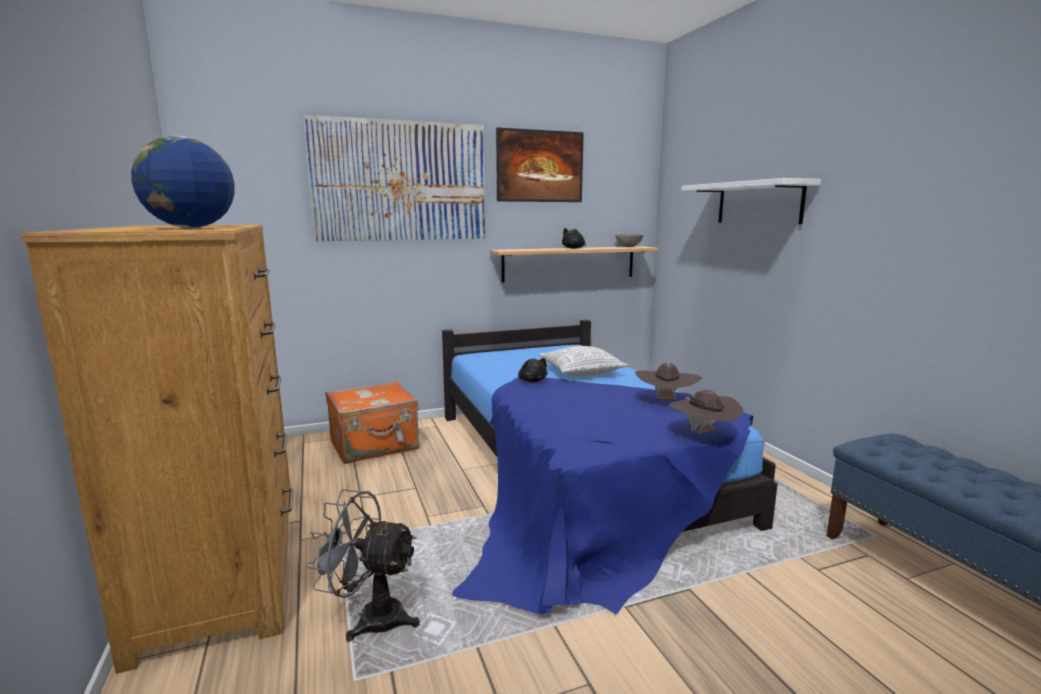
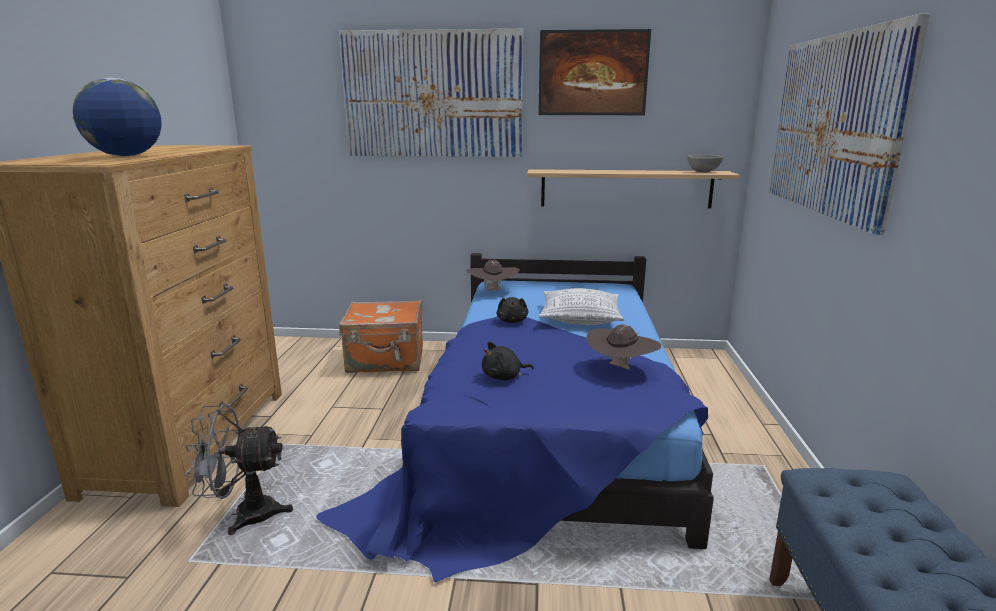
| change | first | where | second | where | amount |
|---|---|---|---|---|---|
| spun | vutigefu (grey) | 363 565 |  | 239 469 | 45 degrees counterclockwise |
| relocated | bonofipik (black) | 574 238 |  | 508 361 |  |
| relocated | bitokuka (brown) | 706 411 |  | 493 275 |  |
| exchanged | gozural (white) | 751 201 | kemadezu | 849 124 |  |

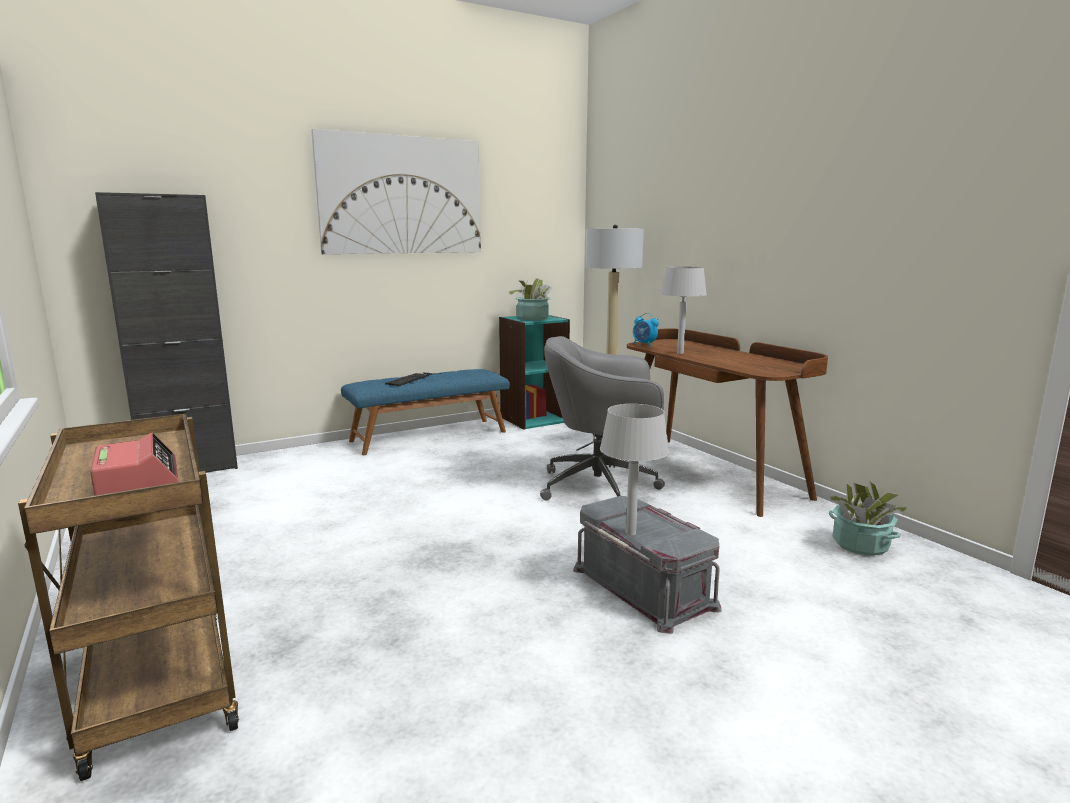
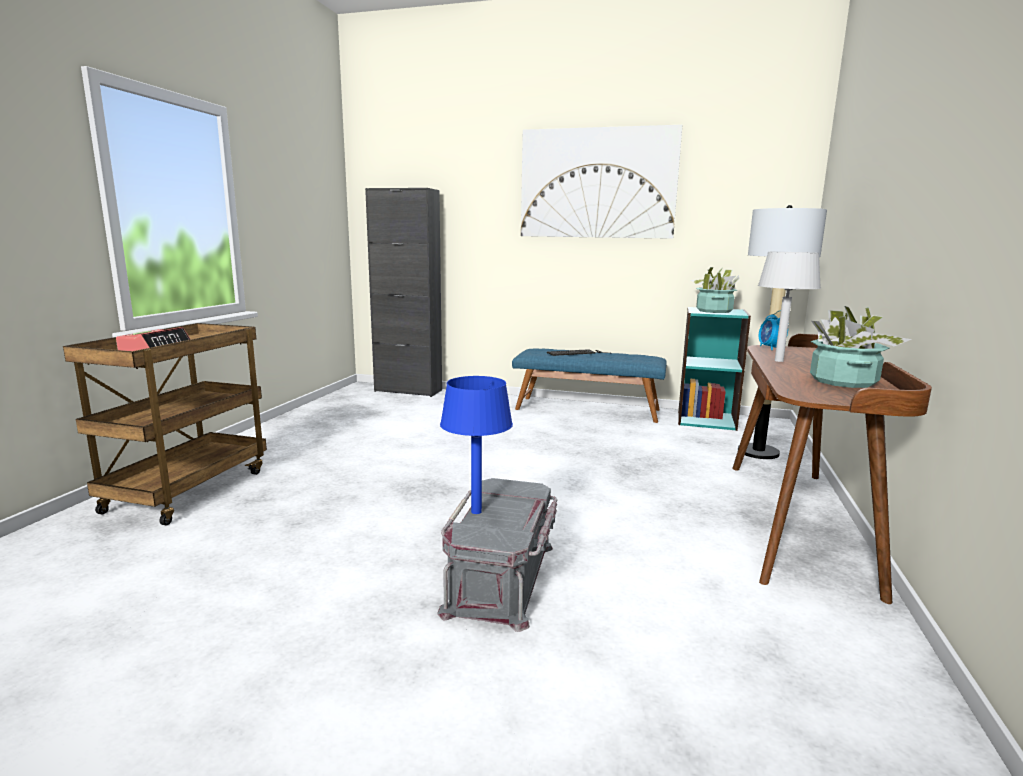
| change | first | where | second | where | amount |
|---|---|---|---|---|---|
| missing | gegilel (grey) | 602 418 |  |  |  |
| colour | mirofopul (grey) | 634 469 | mirofopul (blue) | 476 445 |  |
| relocated | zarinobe | 870 518 |  | 861 347 |  |

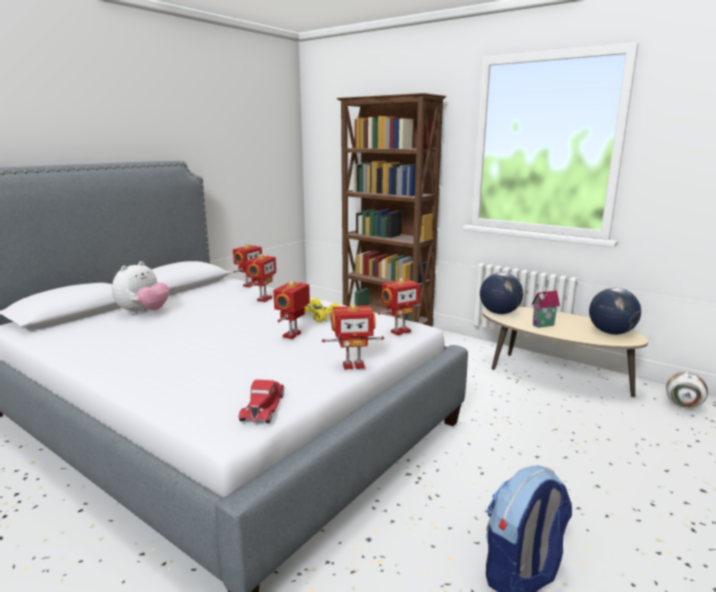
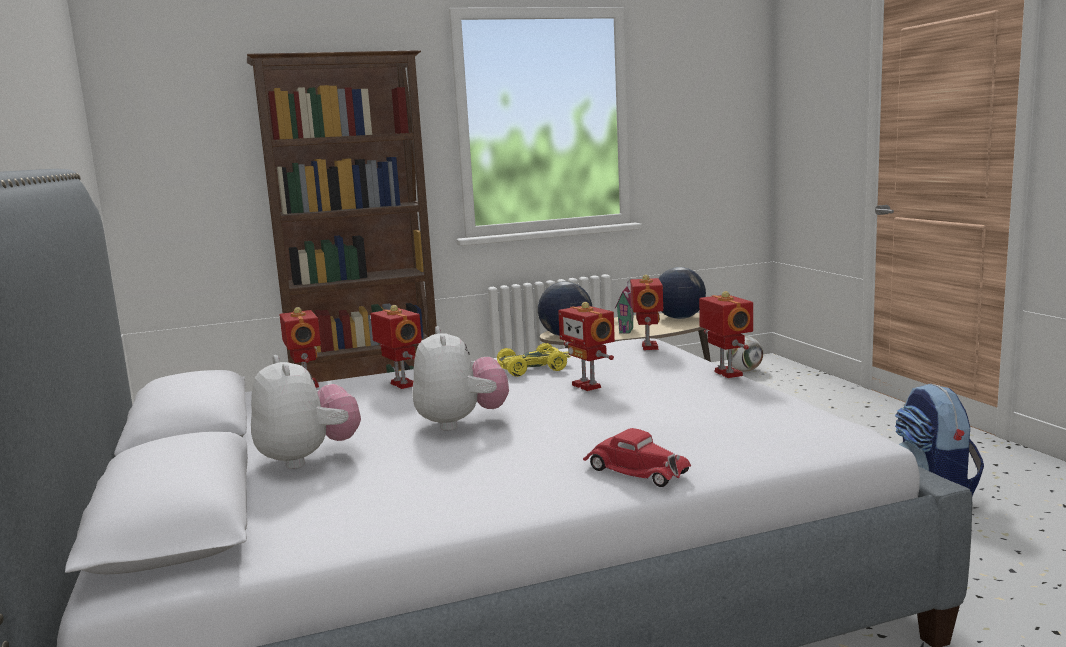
| change | first | where | second | where | amount |
|---|---|---|---|---|---|
| relocated | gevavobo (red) | 261 401 |  | 637 457 |  |
| spun | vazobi | 353 336 |  | 726 334 | 45 degrees counterclockwise |
| appeared |  |  | bonofipik | 460 378 |  |

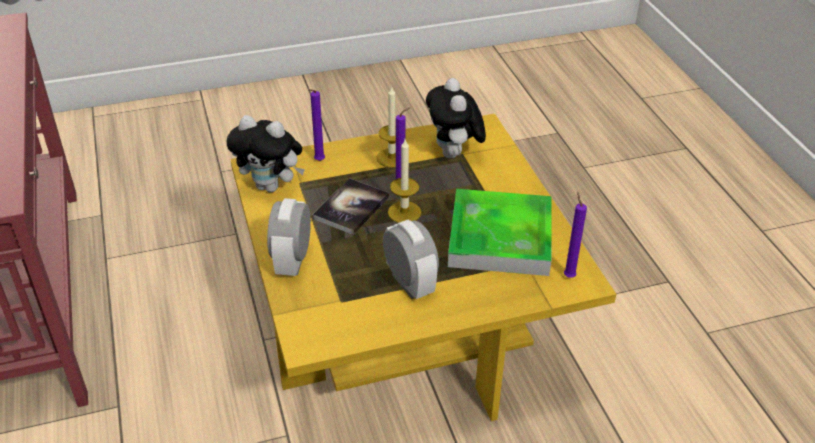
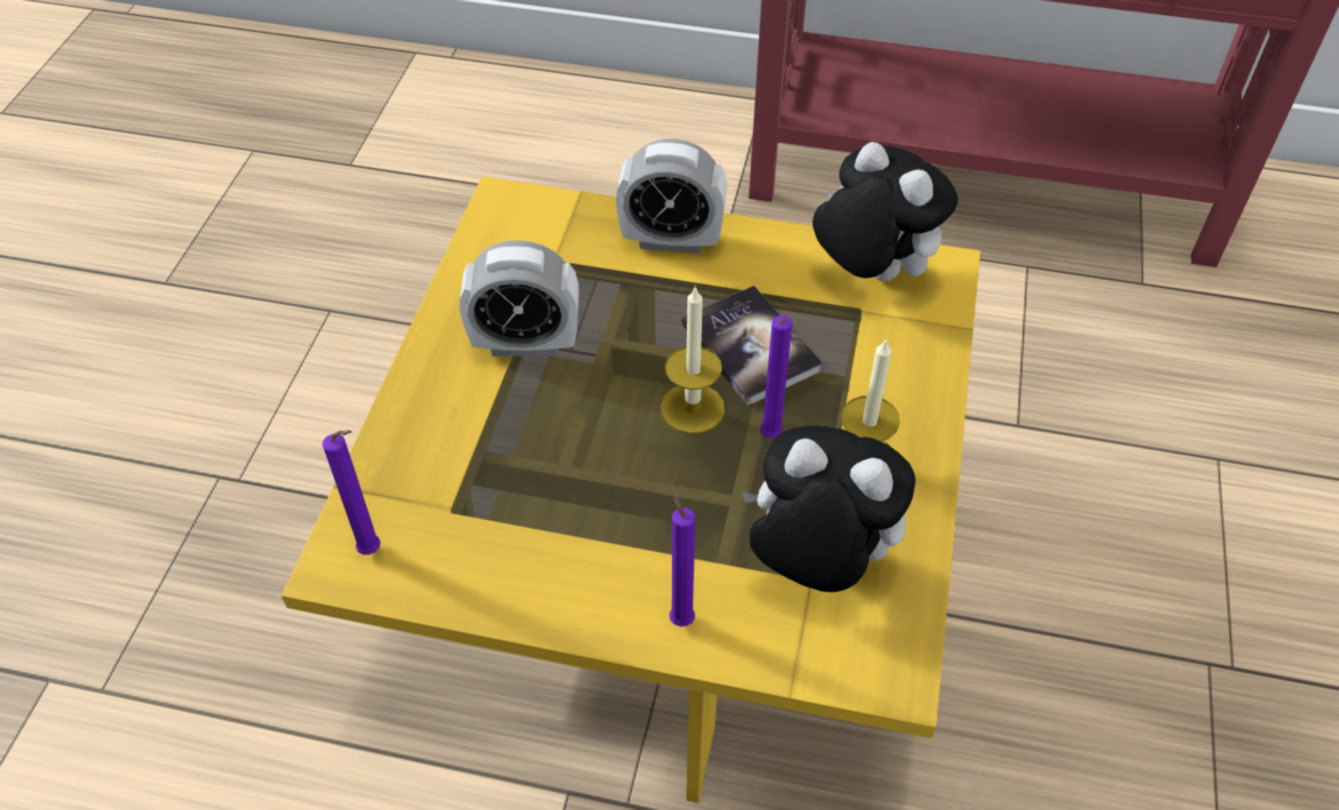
| change | first | where | second | where | amount |
|---|---|---|---|---|---|
| spun | bonofipik | 266 153 |  | 885 211 | 90 degrees clockwise |
| spun | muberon | 289 237 |  | 671 196 | 150 degrees clockwise |
| relocated | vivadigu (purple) | 316 125 |  | 682 556 |  |
| missing | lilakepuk | 500 232 |  |  |  |

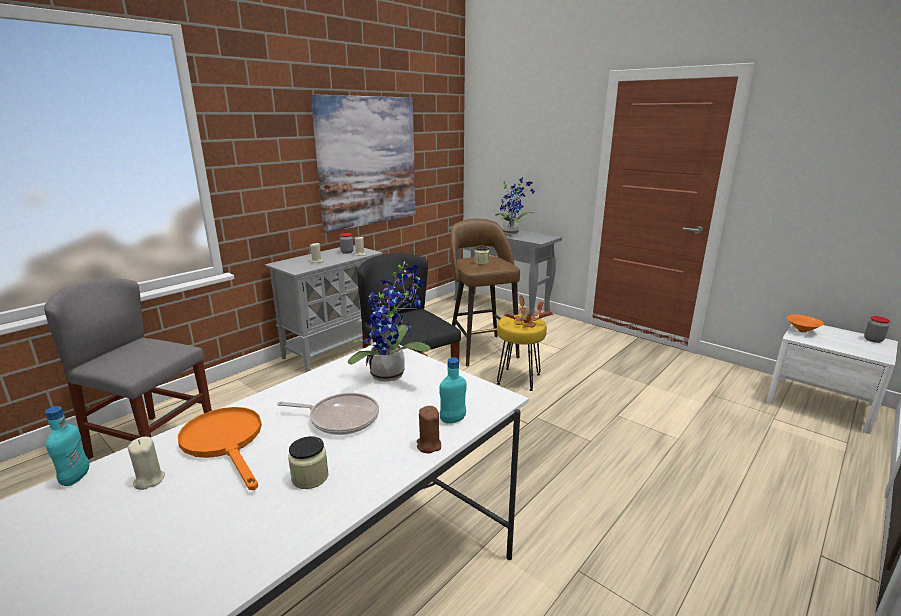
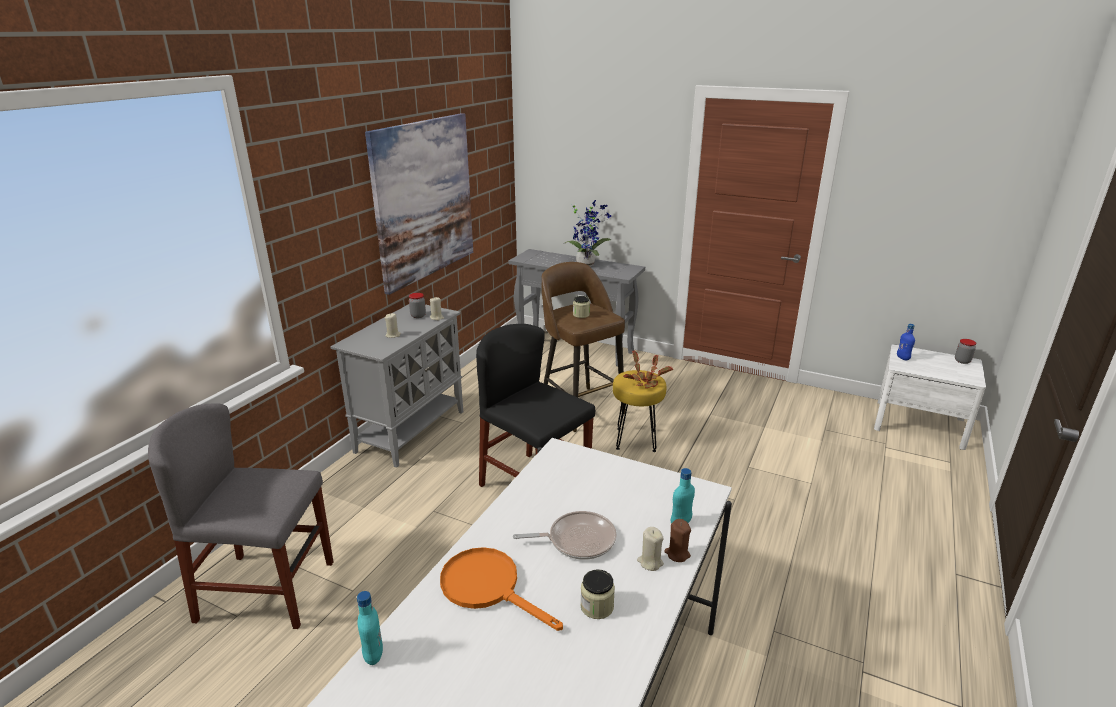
| change | first | where | second | where | amount |
|---|---|---|---|---|---|
| relocated | vivadigu (beige) | 146 463 |  | 650 549 |  |
| missing | zarinobe | 388 321 |  |  |  |
| exchanged | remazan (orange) | 805 324 | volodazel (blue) | 906 342 |  |

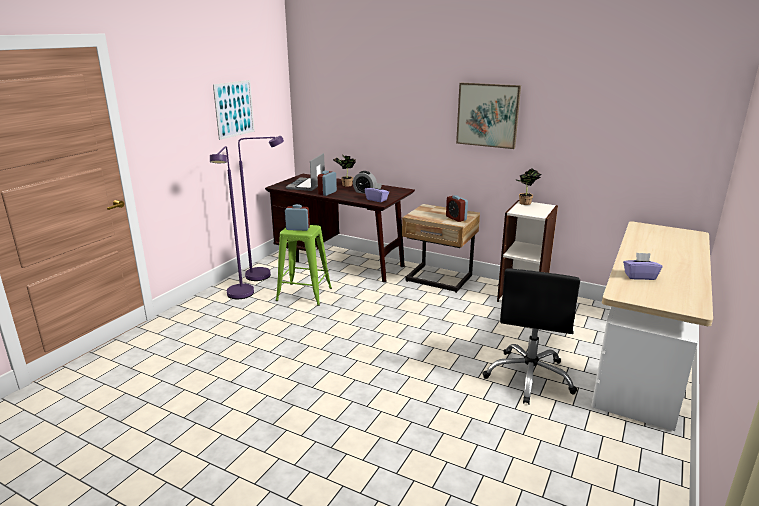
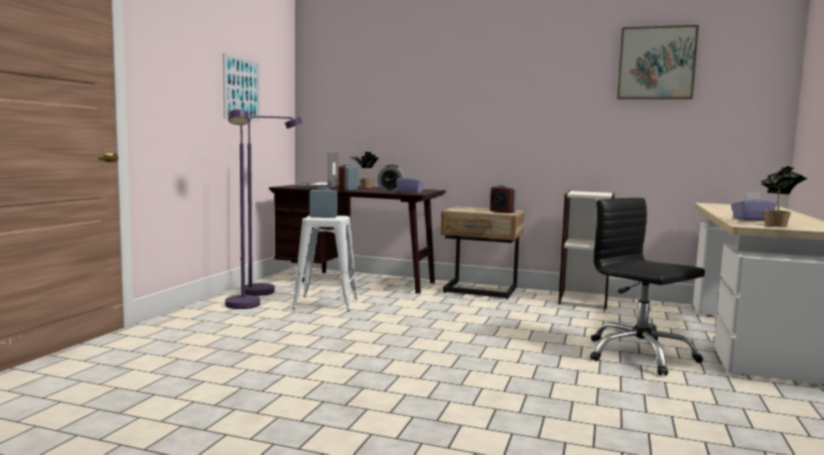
| change | first | where | second | where | amount |
|---|---|---|---|---|---|
| colour | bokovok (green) | 304 265 | bokovok (white) | 325 263 |  |
| relocated | kemadezu | 488 116 |  | 658 62 |  |
| spun | gegilel (black) | 531 336 |  | 647 286 | 135 degrees clockwise |
| relocated | zarinobe | 528 186 |  | 784 196 |  |

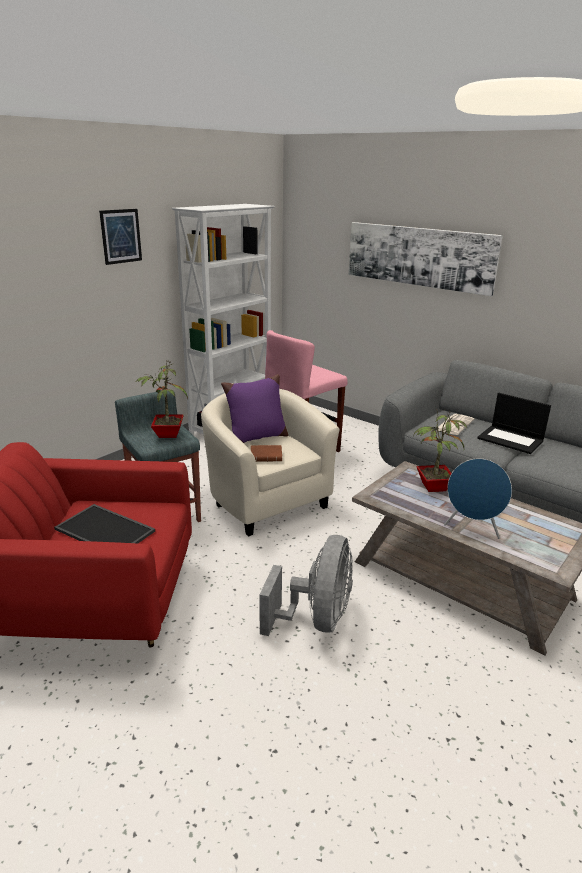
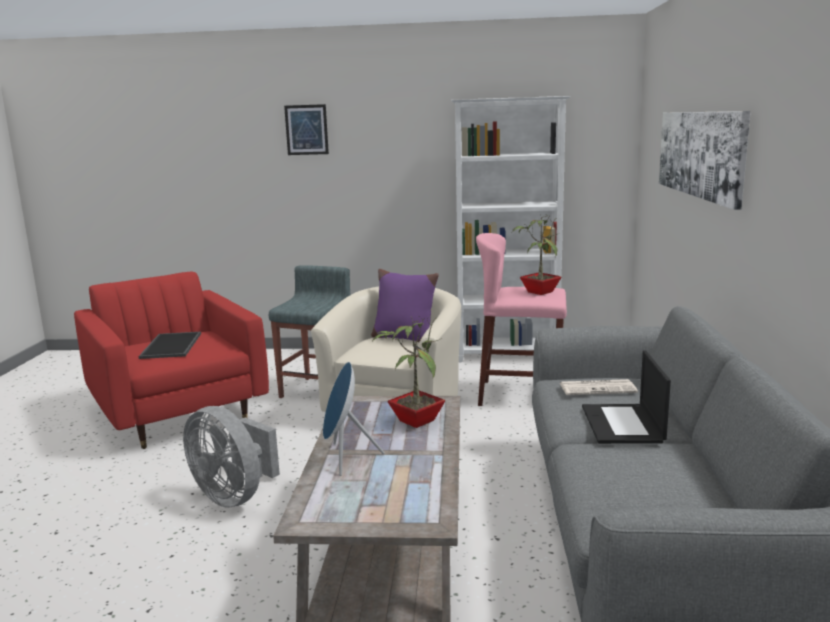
| change | first | where | second | where | amount |
|---|---|---|---|---|---|
| relocated | kemadezu | 120 237 |  | 306 129 |  |
| relocated | zarinobe | 161 399 |  | 536 255 |  |
| missing | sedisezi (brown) | 266 453 |  |  |  |
| spun | vutigefu (grey) | 306 585 |  | 231 457 | 60 degrees clockwise |

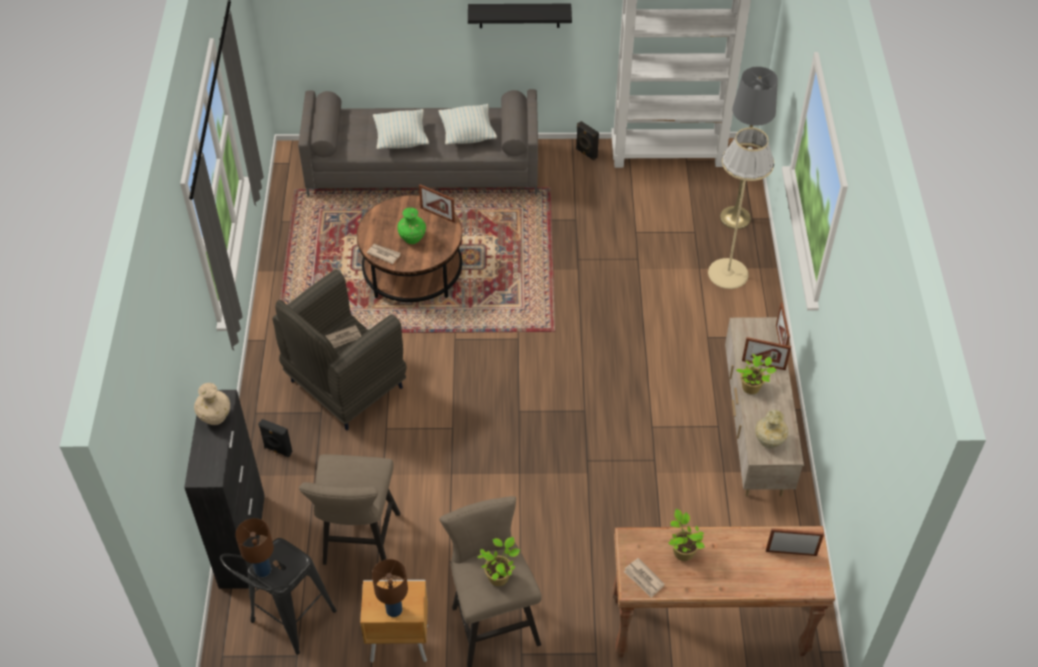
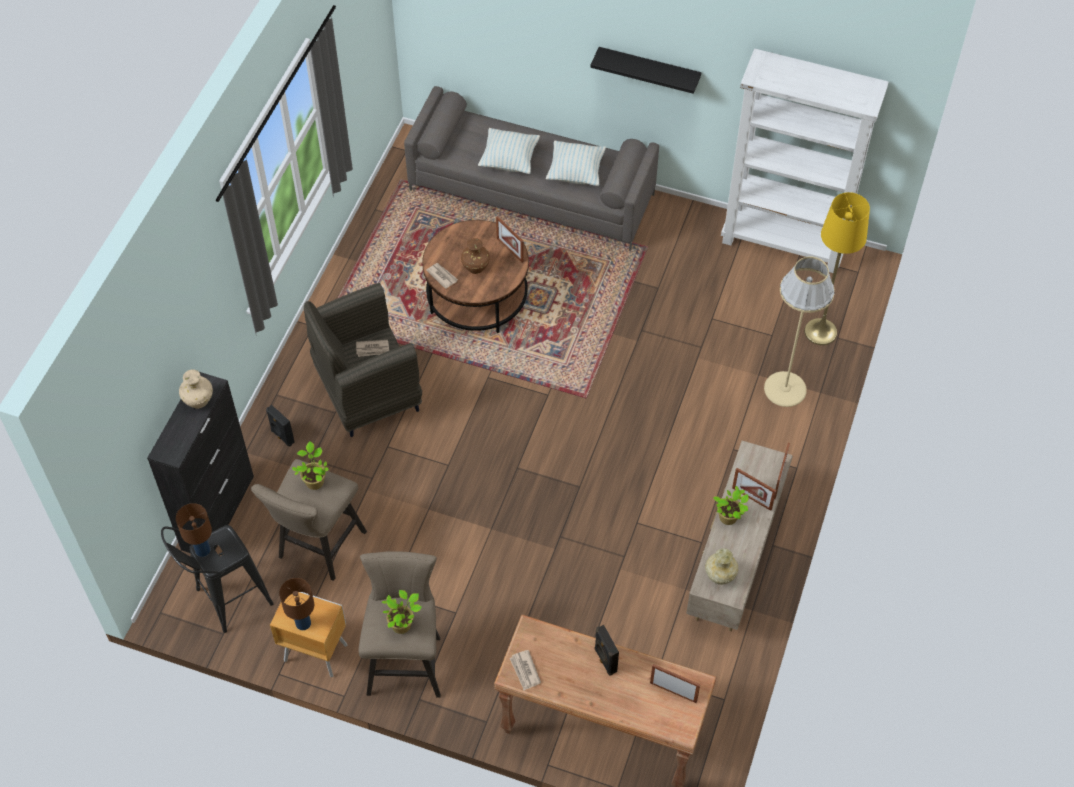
| change | first | where | second | where | amount |
|---|---|---|---|---|---|
| colour | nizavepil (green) | 412 226 | nizavepil (brown) | 475 256 |  |
| relocated | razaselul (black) | 587 141 |  | 606 650 |  |
| relocated | zarinobe | 686 535 |  | 310 465 |  |
| colour | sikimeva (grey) | 749 148 | sikimeva (yellow) | 837 268 |  |

